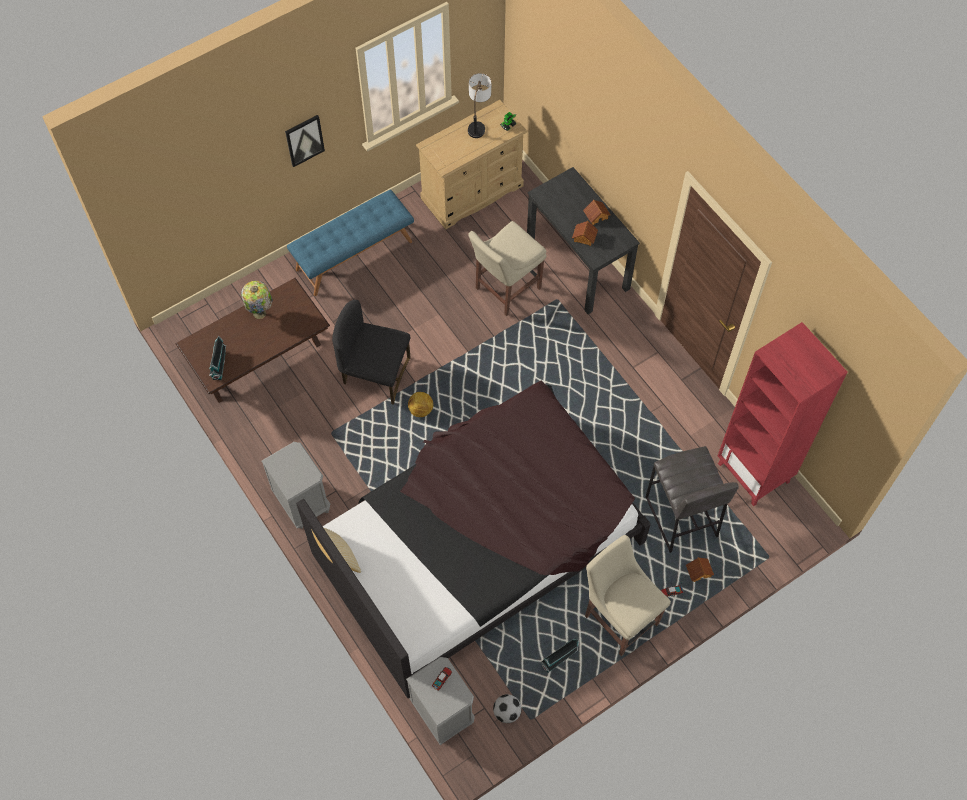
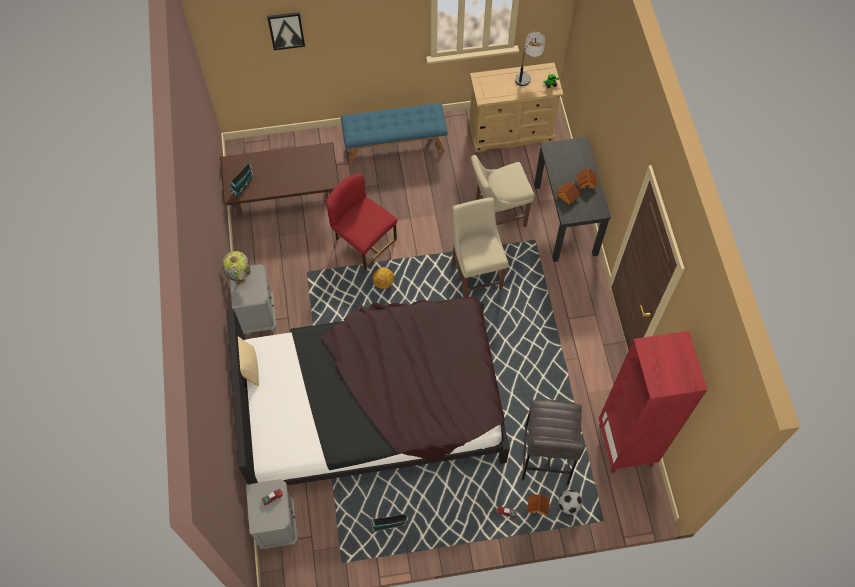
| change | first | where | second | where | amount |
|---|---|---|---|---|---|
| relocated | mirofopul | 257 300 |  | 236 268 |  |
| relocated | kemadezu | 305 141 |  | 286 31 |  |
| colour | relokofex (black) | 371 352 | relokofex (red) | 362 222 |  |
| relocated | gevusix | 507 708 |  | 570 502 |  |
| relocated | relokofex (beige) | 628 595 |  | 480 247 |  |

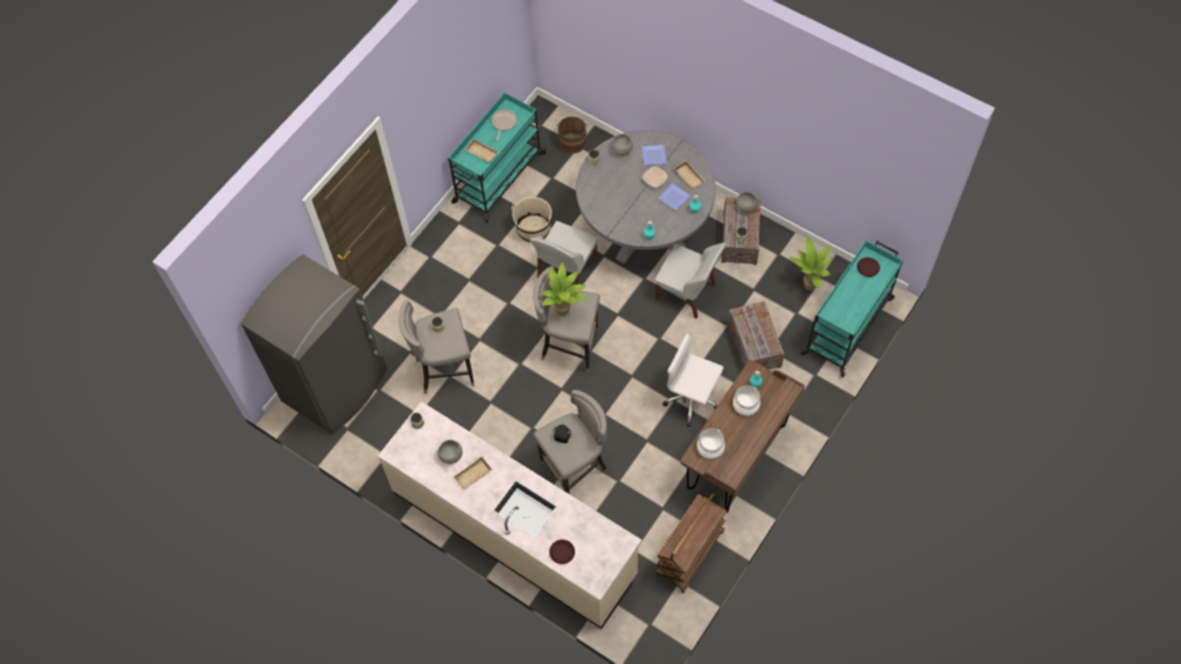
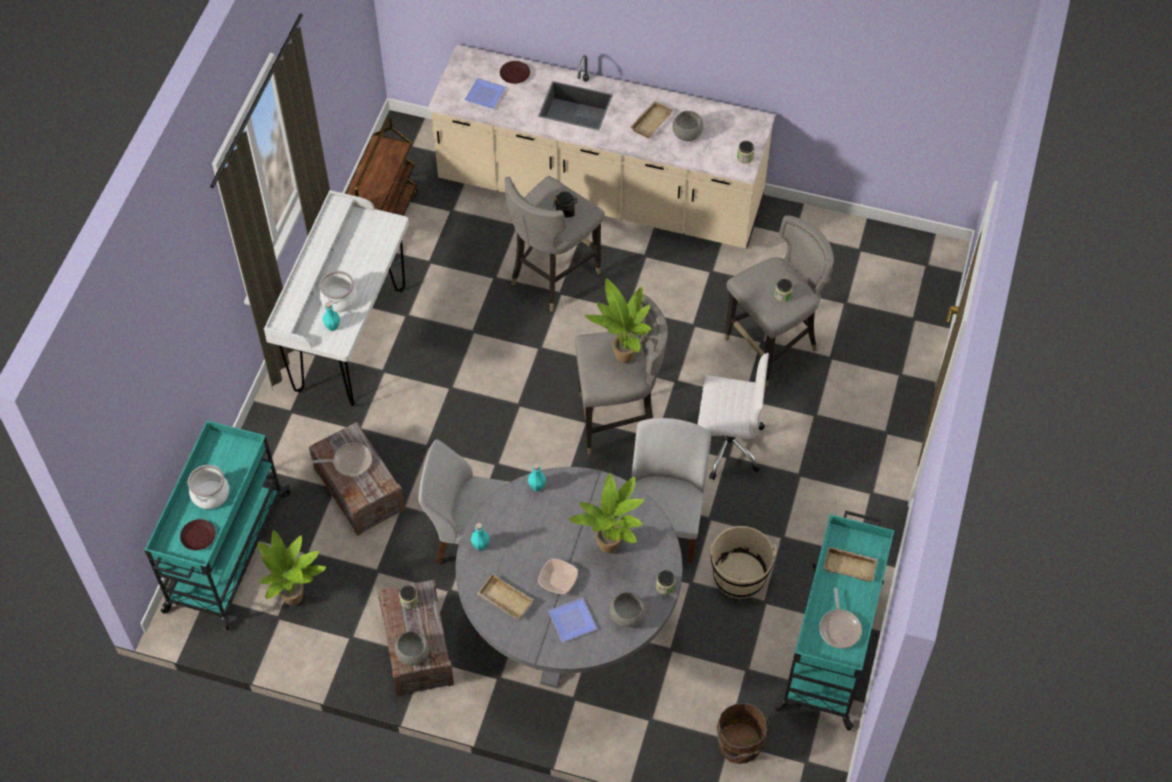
| change | first | where | second | where | amount |
|---|---|---|---|---|---|
| missing | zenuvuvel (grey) | 314 344 |  |  |  |
| relocated | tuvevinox | 674 196 |  | 485 93 |  |
| relocated | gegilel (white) | 693 380 |  | 733 416 |  |
| colour | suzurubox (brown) | 742 436 | suzurubox (white) | 336 298 |  |
| relocated | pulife | 711 443 |  | 208 487 |  |
| appeared |  |  | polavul | 342 460 |  |
| appeared |  |  | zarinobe | 606 513 |  |

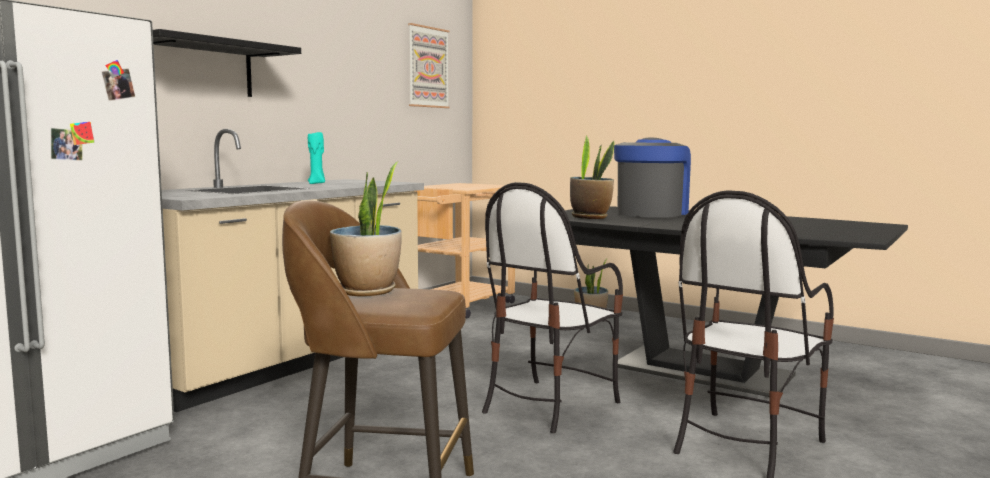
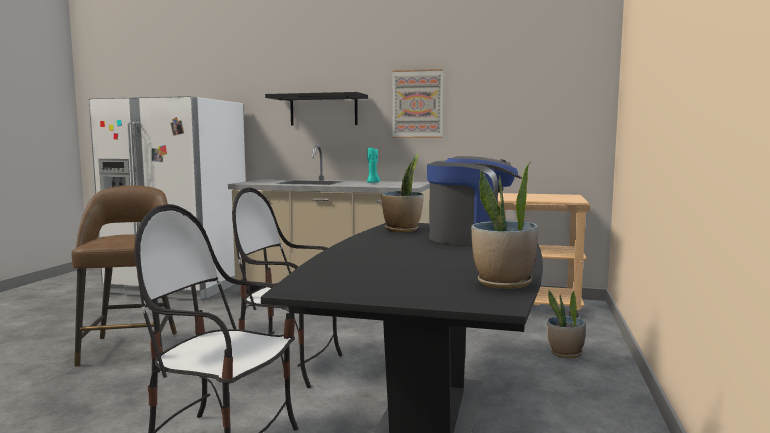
| change | first | where | second | where | amount |
|---|---|---|---|---|---|
| relocated | zarinobe | 366 229 |  | 504 226 |  |
| relocated | kemadezu | 429 65 |  | 417 103 |  |

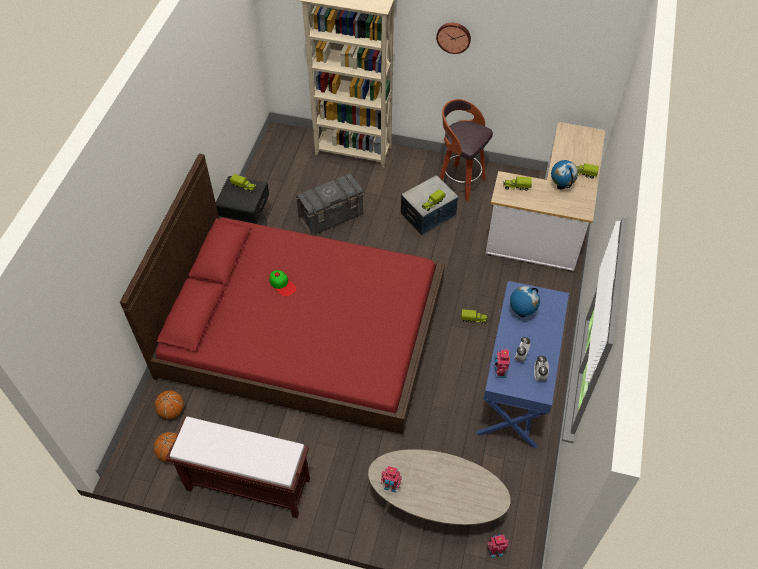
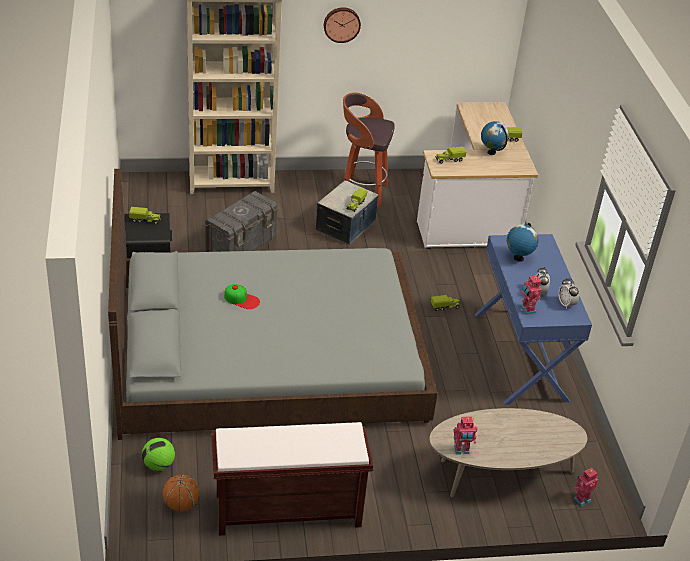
| change | first | where | second | where | amount |
|---|---|---|---|---|---|
| colour | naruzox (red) | 282 293 | naruzox (grey) | 273 304 |  |
| exchanged | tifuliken | 169 404 | gevusix | 158 454 |  |

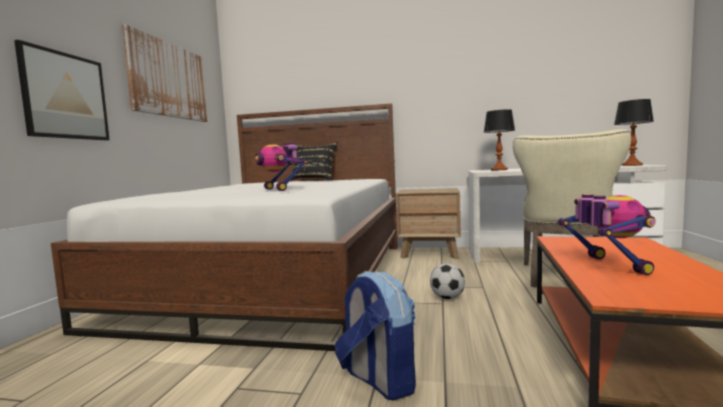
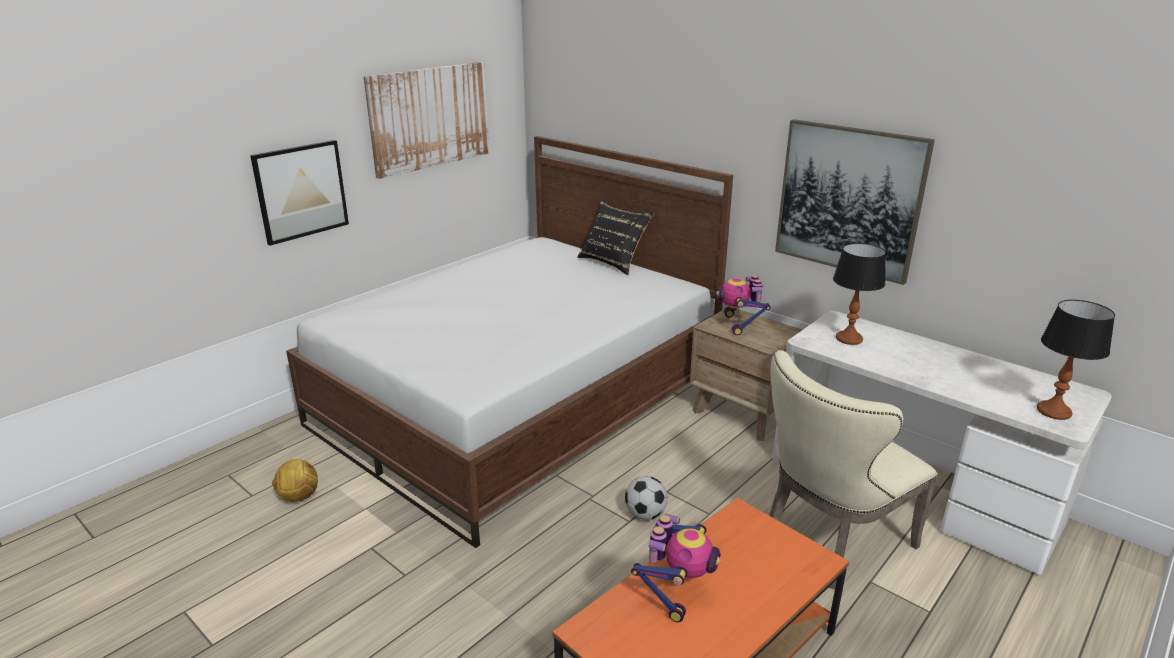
| change | first | where | second | where | amount |
|---|---|---|---|---|---|
| relocated | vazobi | 281 167 |  | 743 305 |  |
| missing | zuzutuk | 375 335 |  |  |  |
| appeared |  |  | gevusix | 295 480 |  |
| appeared |  |  | kemadezu | 855 202 |  |

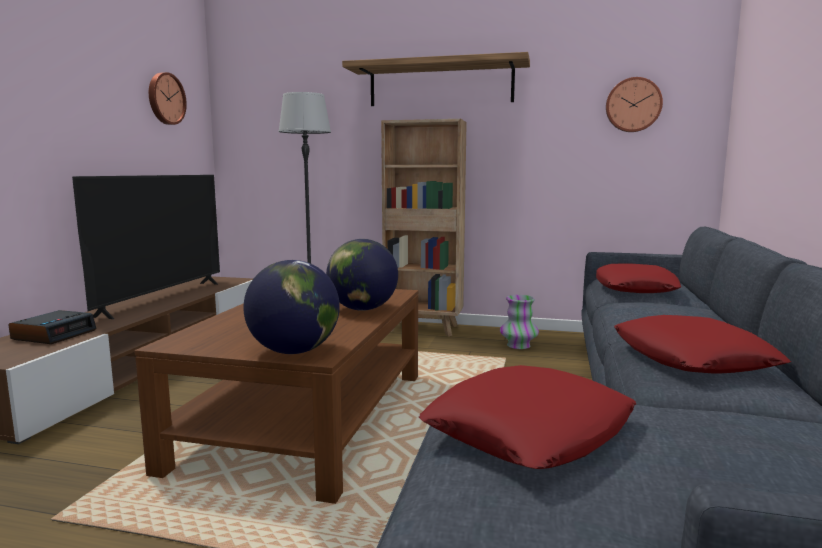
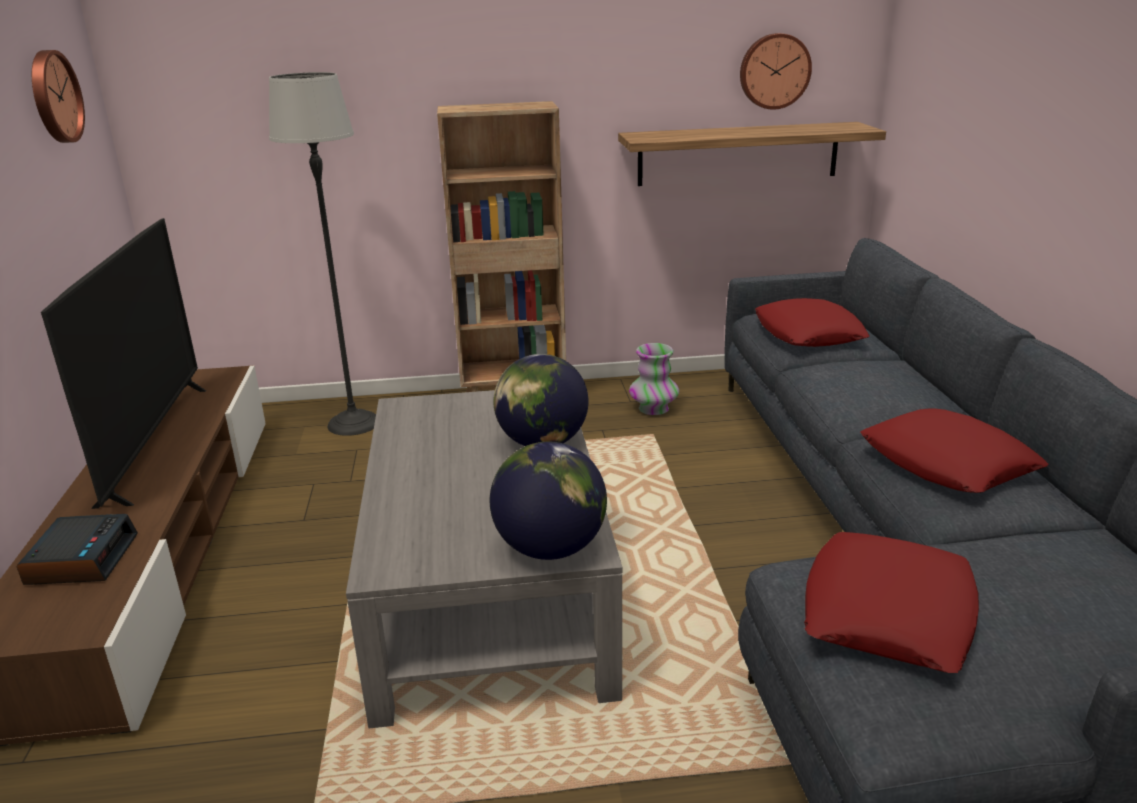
| change | first | where | second | where | amount |
|---|---|---|---|---|---|
| colour | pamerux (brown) | 276 396 | pamerux (grey) | 484 559 |  |
| relocated | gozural | 436 79 |  | 752 154 |  |

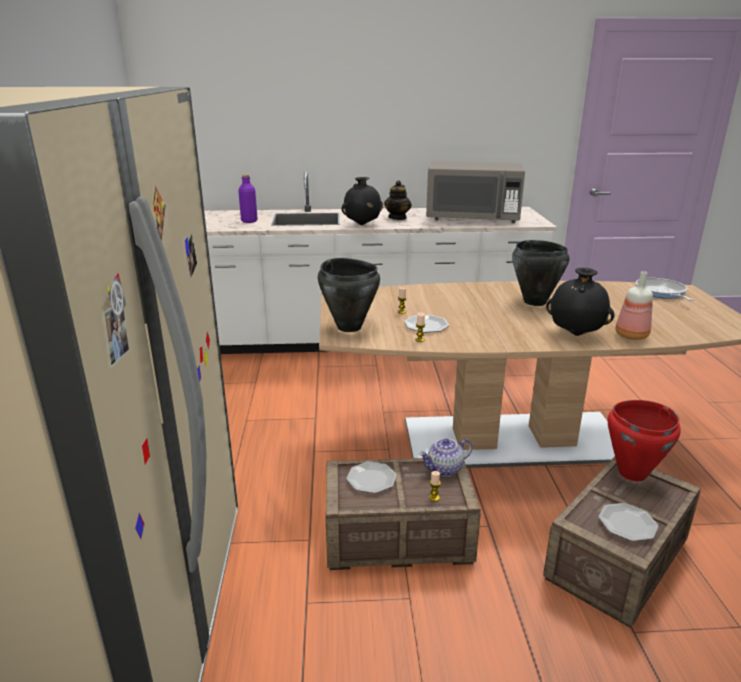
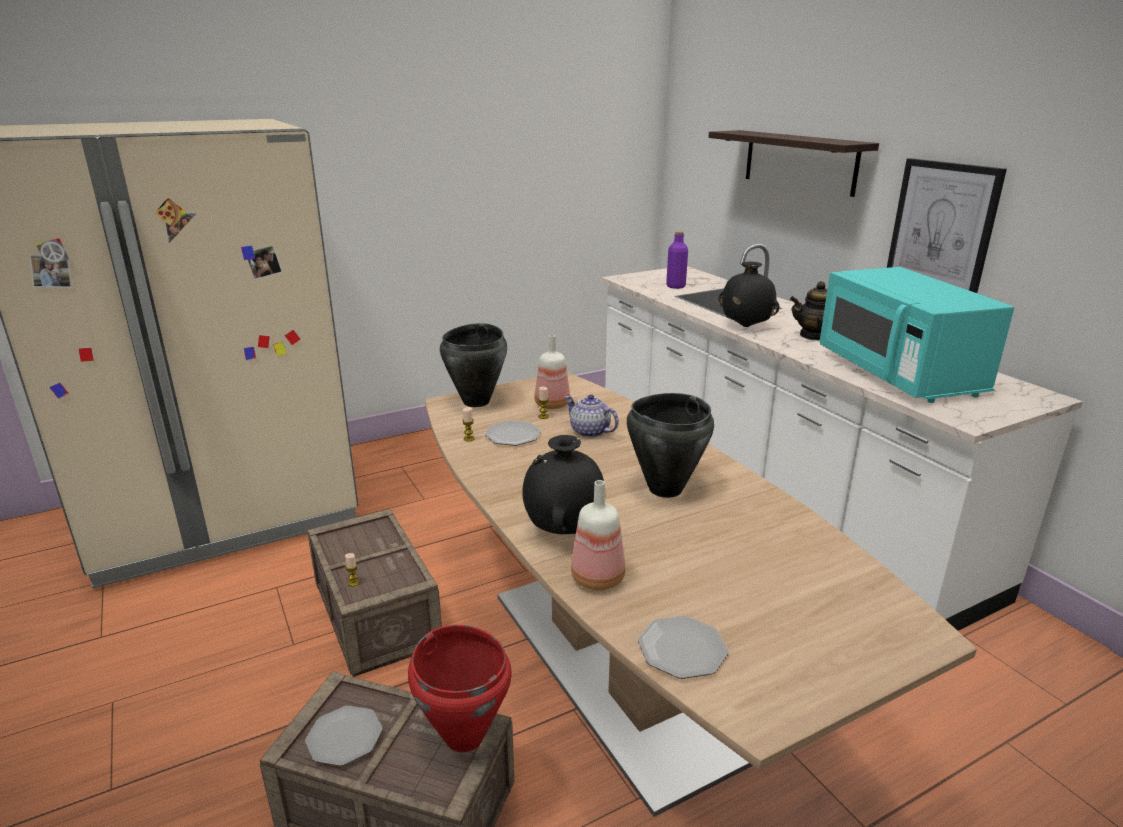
| change | first | where | second | where | amount |
|---|---|---|---|---|---|
| relocated | tuvevinox | 371 477 |  | 683 647 |  |
| relocated | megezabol | 445 457 |  | 591 416 |  |
| colour | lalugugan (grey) | 475 192 | lalugugan (turquoise) | 917 335 |  |
| missing | polavul | 664 289 |  |  |  |
| appeared |  |  | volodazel | 552 372 |  |
| appeared |  |  | gozural | 794 163 |  |
| appeared |  |  | kemadezu | 947 225 |  |

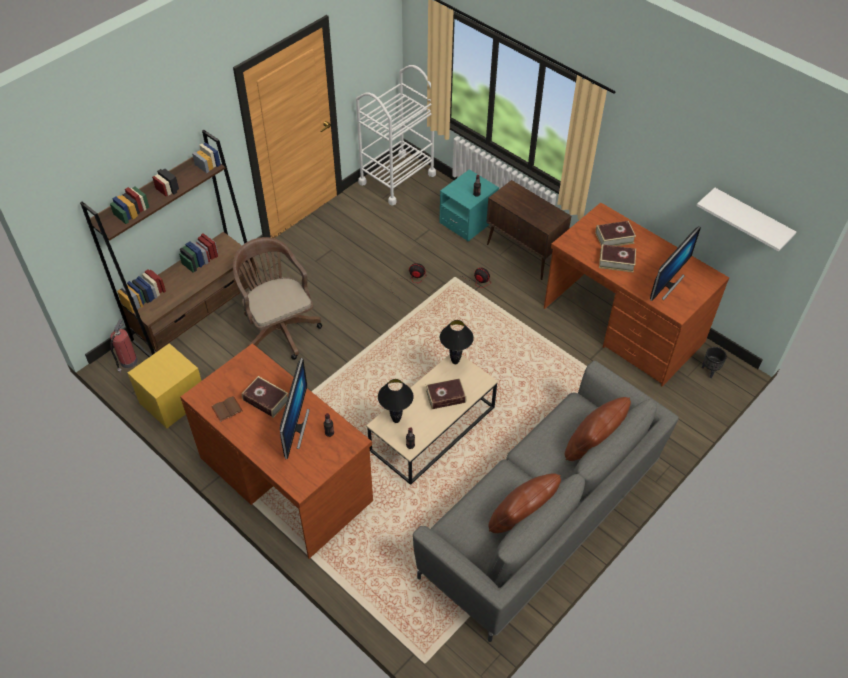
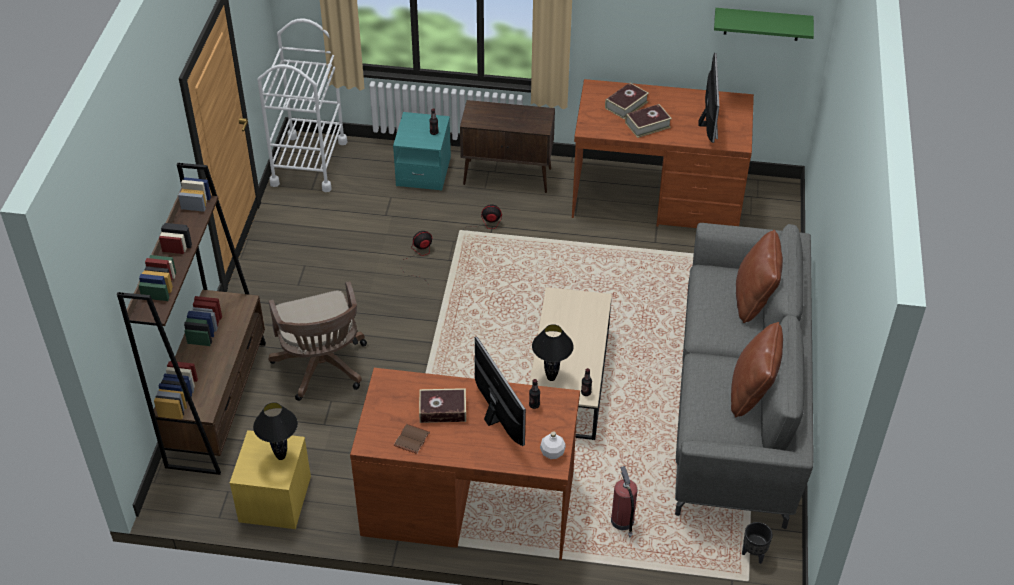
| change | first | where | second | where | amount |
|---|---|---|---|---|---|
| relocated | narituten | 124 346 |  | 624 501 |  |
| spun | gegilel (brown) | 277 298 |  | 317 341 | 135 degrees counterclockwise |
| missing | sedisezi | 446 393 |  |  |  |
| relocated | mirofopul (black) | 457 342 |  | 275 431 |  |
| colour | gozural (white) | 746 219 | gozural (green) | 764 24 |  |
| relocated | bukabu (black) | 714 362 |  | 757 543 |  |
| appeared |  |  | volodazel (white) | 553 445 |  |

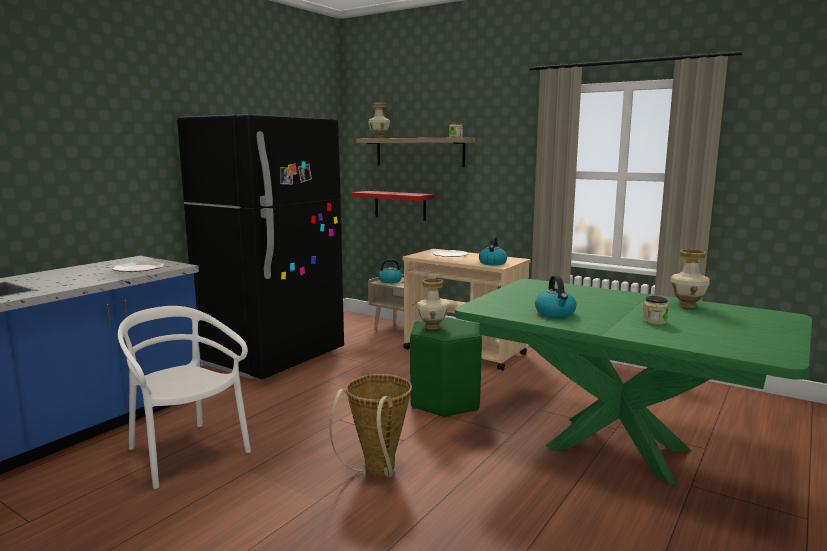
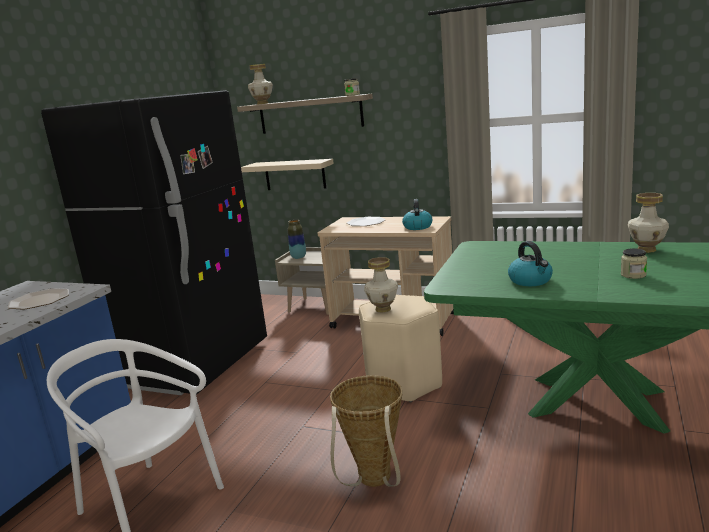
| change | first | where | second | where | amount |
|---|---|---|---|---|---|
| colour | gozural (red) | 393 206 | gozural (beige) | 287 174 |  |
| exchanged | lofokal | 391 271 | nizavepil | 297 239 |  |
| colour | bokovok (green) | 446 368 | bokovok (beige) | 400 348 |  |

